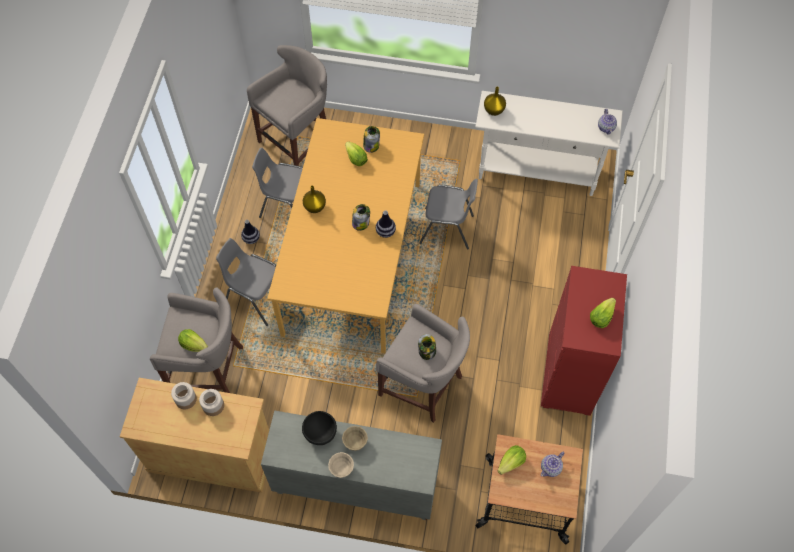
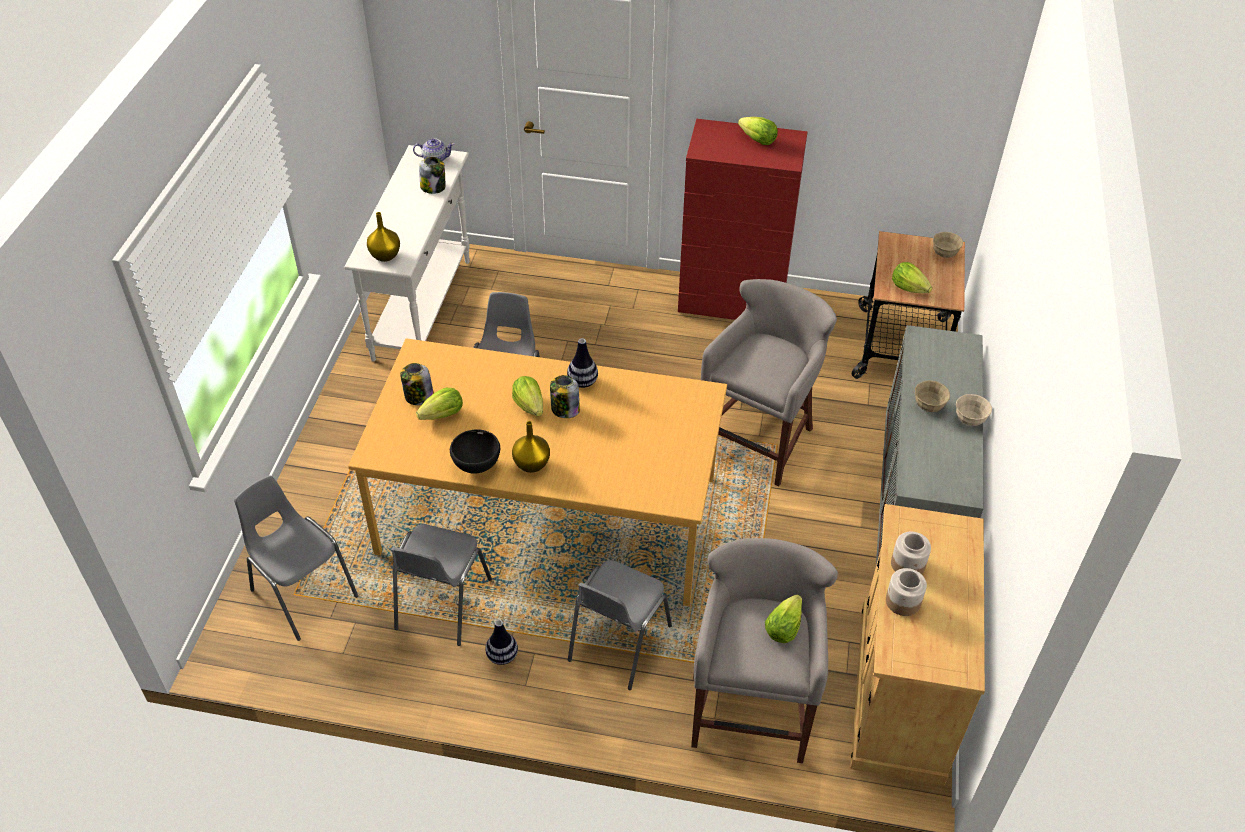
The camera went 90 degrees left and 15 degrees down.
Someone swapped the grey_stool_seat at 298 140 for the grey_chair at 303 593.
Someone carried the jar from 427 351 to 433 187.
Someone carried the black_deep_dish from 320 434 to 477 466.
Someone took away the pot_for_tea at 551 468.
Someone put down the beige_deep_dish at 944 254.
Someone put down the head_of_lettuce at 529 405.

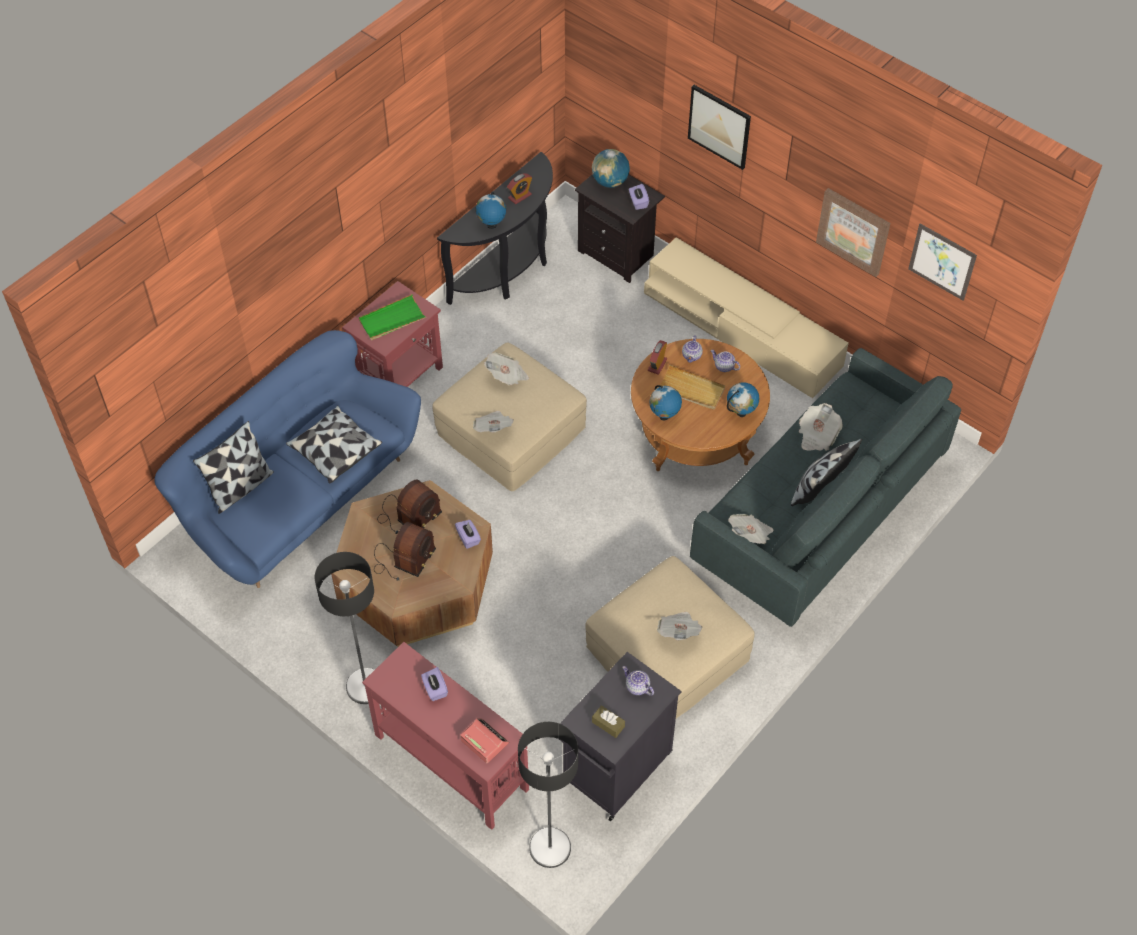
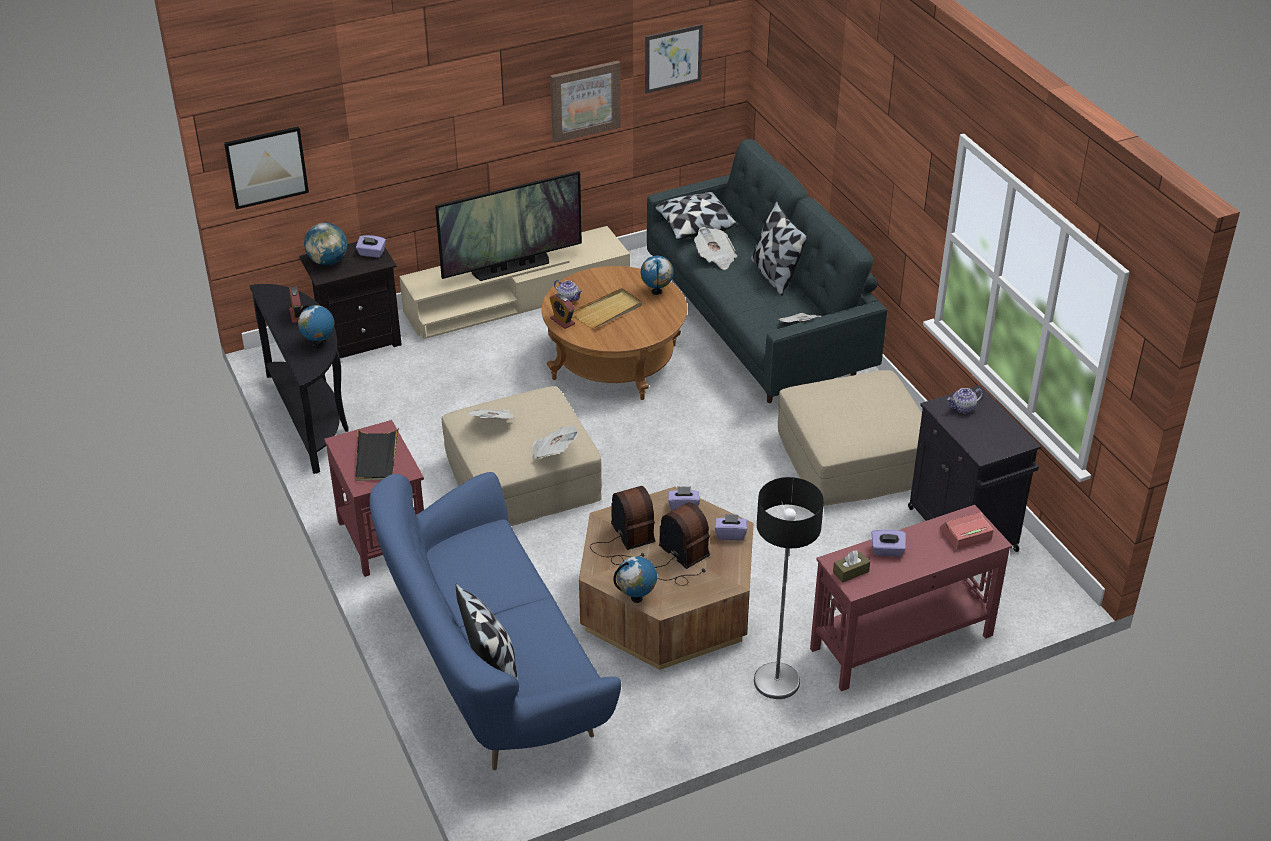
The camera went 65 degrees left and 15 degrees down.
Someone carried the wall_picture from 719 126 to 266 167.
Someone repainted the greenish_tray at 392 320, which became the black_tray at 376 457.
Someone took away the pot_for_tea at 724 366.
Someone carried the world_globe from 664 416 to 636 598.
Someone carried the pillow from 335 451 to 694 227.
Someone took away the printed_paper at 679 632.
Someone carried the brown-coloured_tissue_box from 608 724 to 850 572.
Someone took away the standard_lamp at 549 848.
Someone put down the television at 512 268.
Someone put down the purple_tissue_box at 730 534.

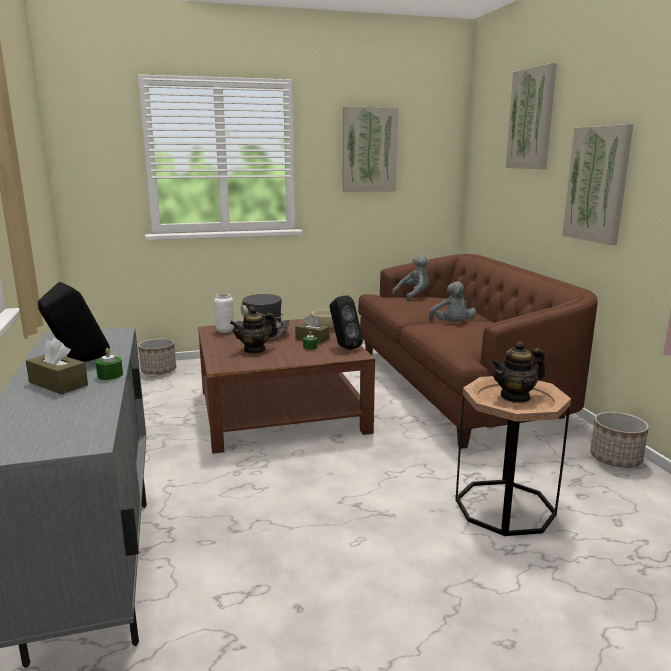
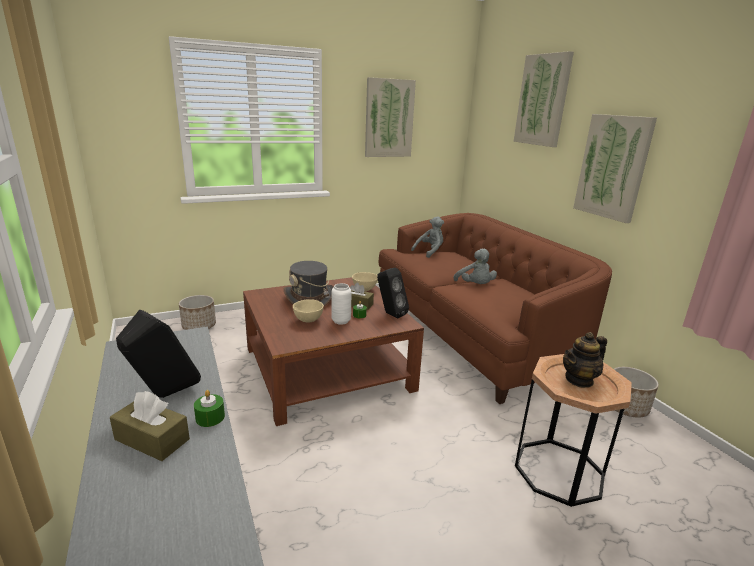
The camera went 10 degrees left and 5 degrees up.
Someone carried the whitish_vase from 225 330 to 341 321.
Someone swapped the pot_for_tea at 255 349 for the beige_deep_dish at 308 320.

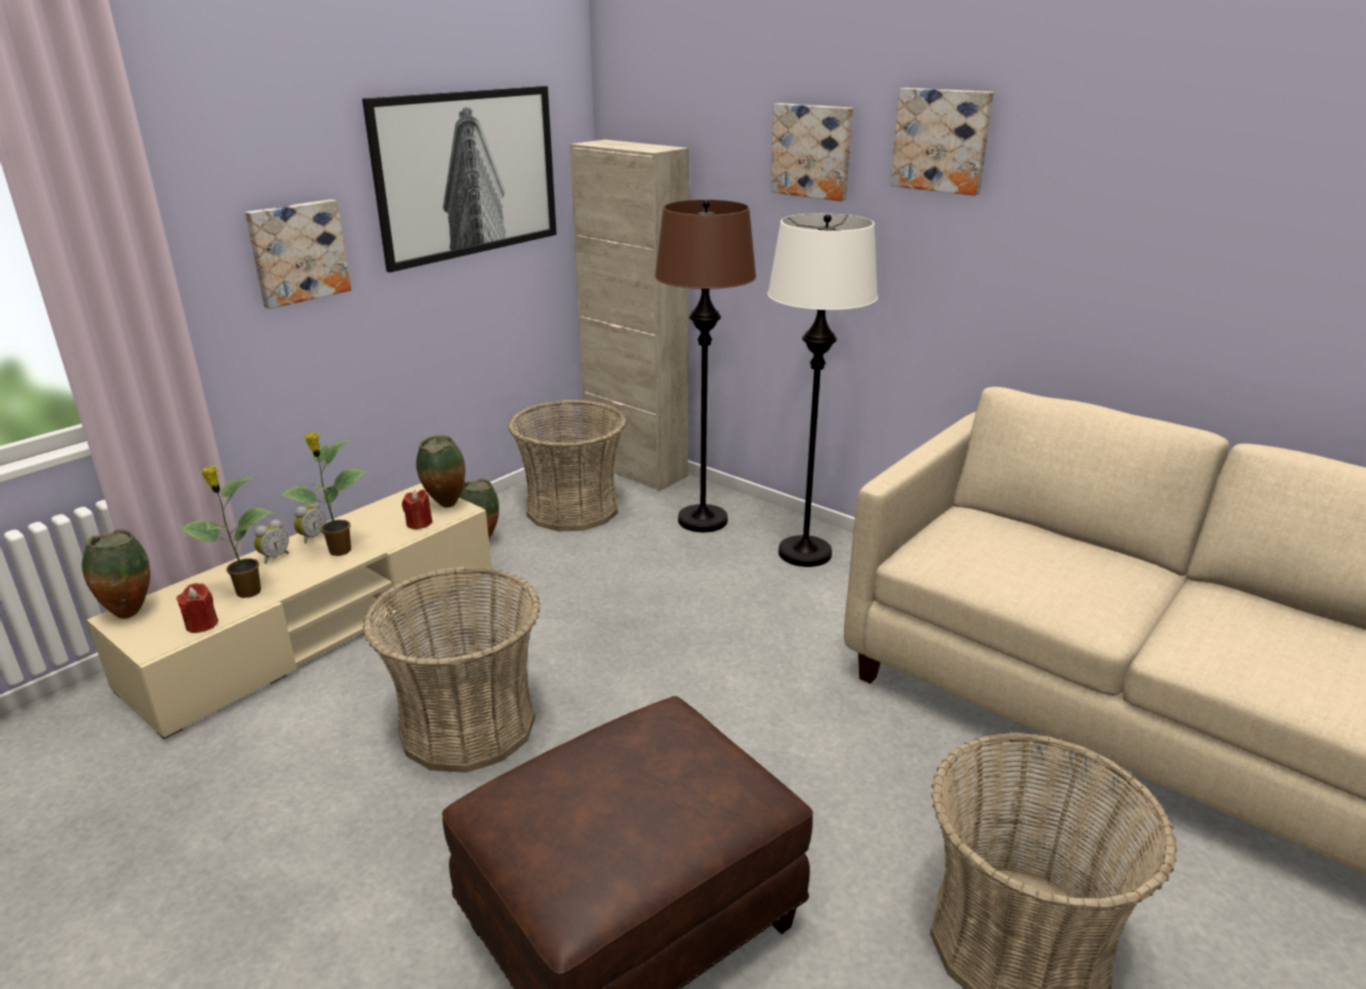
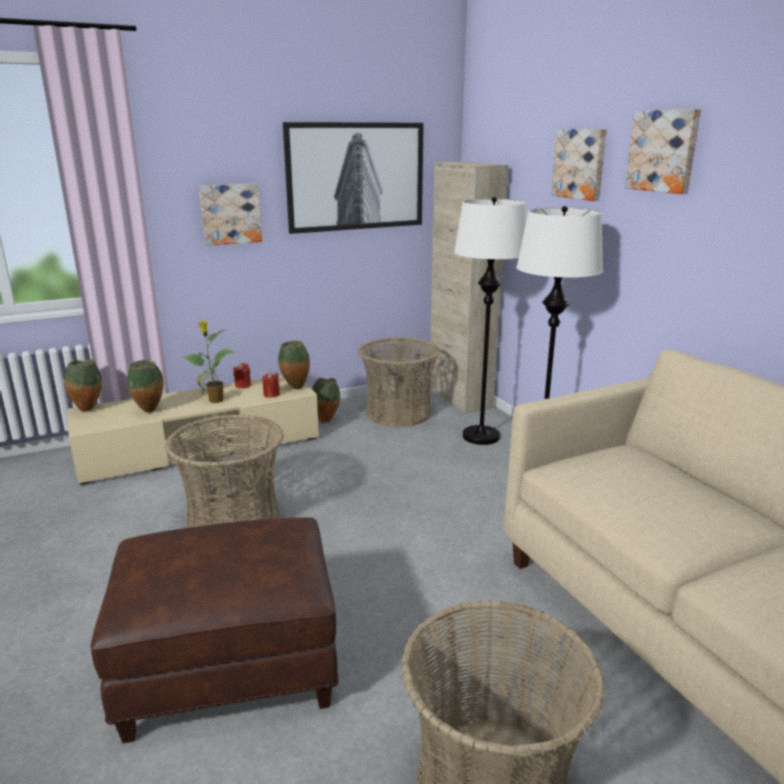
The camera went 25 degrees right and 5 degrees down.
Someone repainted the brown-coloured_standard_lamp at 703 520, which became the whitish_standard_lamp at 481 436.
Someone swapped the potted_plant at 247 592 for the vase at 150 411.
Someone took away the bedside_clock at 274 557.
Someone carried the reddish_wax_candle from 202 624 to 243 385.

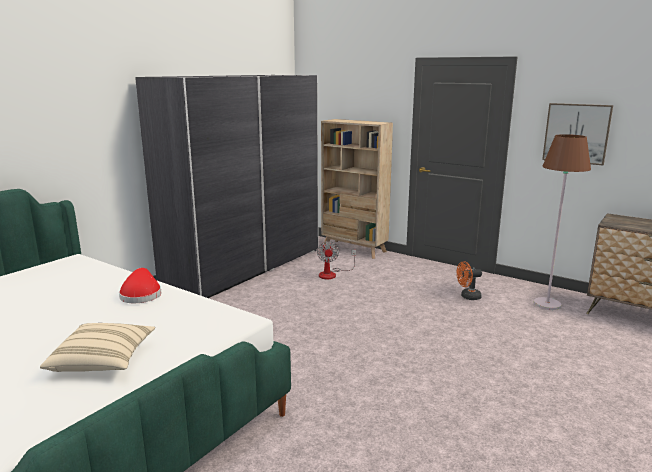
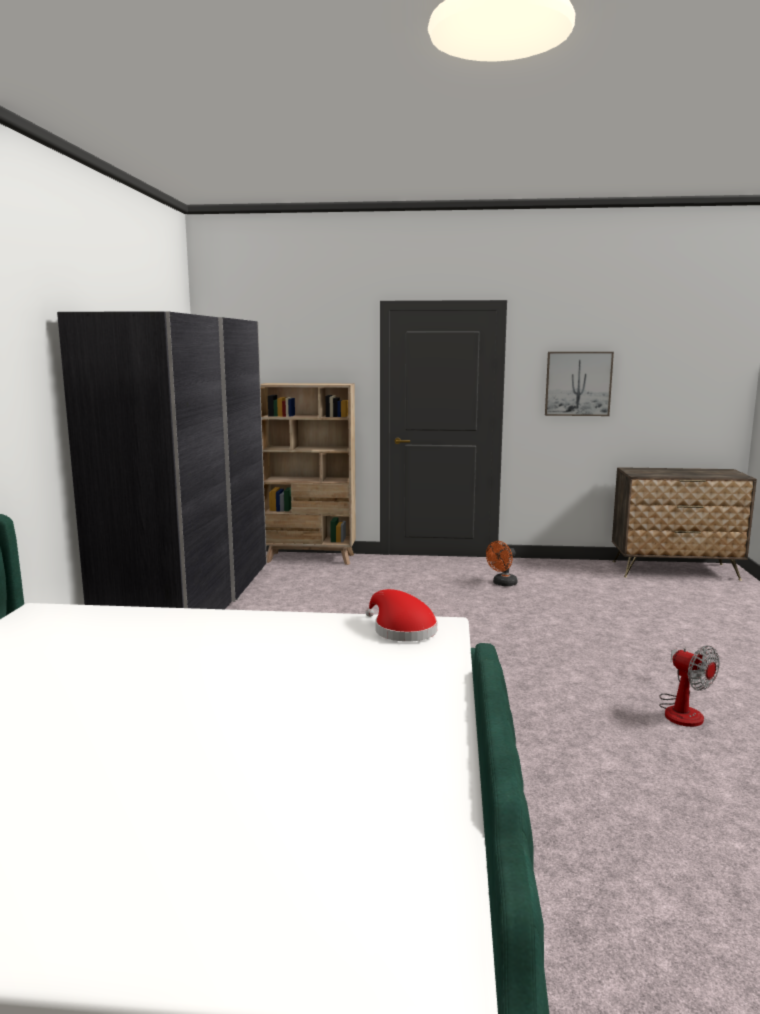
The camera went 30 degrees left and 5 degrees down.
Someone took away the brown-coloured_standard_lamp at 547 304.
Someone carried the electric_fan from 332 274 to 682 710.
Someone carried the reddish_clothing_hat from 141 295 to 401 630.
Someone took away the beige_pillow at 103 361.

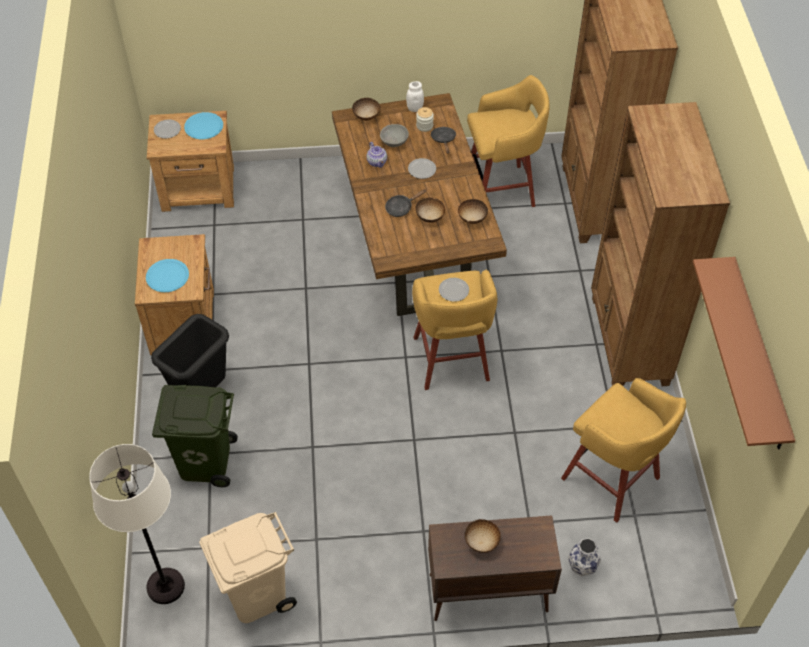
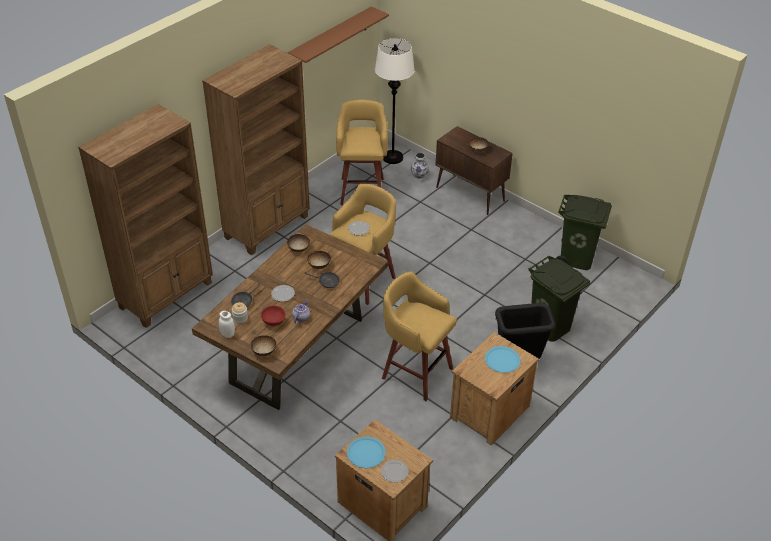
The camera went 135 degrees left and 10 degrees down.
Someone carried the yellow-coloured_stool_seat from 502 190 to 415 372.
Someone repainted the grey_deep_dish at 394 143, which became the reddish_deep_dish at 274 321.
Someone carried the whitish_standard_lamp from 165 587 to 393 157.
Someone repainted the beige_waste_bin at 256 594, which became the greenish_waste_bin at 576 259.

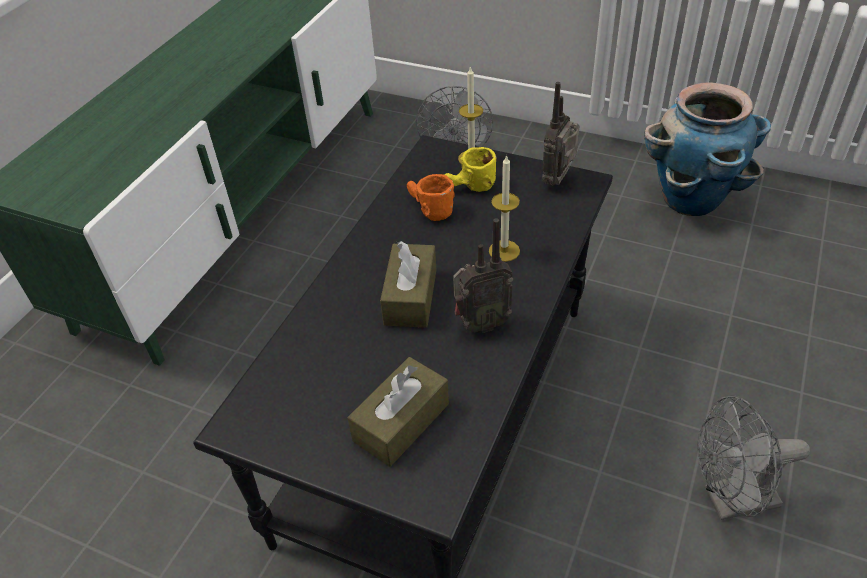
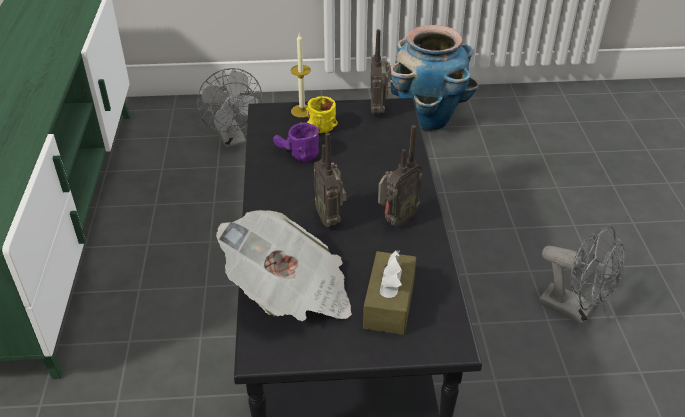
The camera went 30 degrees left and 5 degrees down.
Someone took away the wax_candle at 504 251.
Someone repainted the orange_mug at 428 209, which became the purple_mug at 296 155.
Someone swapped the brown-coloured_tissue_box at 410 297 for the radio_receiver at 330 218.
Someone rotated the grey_electric_fan at 731 501 by 105 degrees counterclockwise.
Someone put down the printed_paper at 290 292.

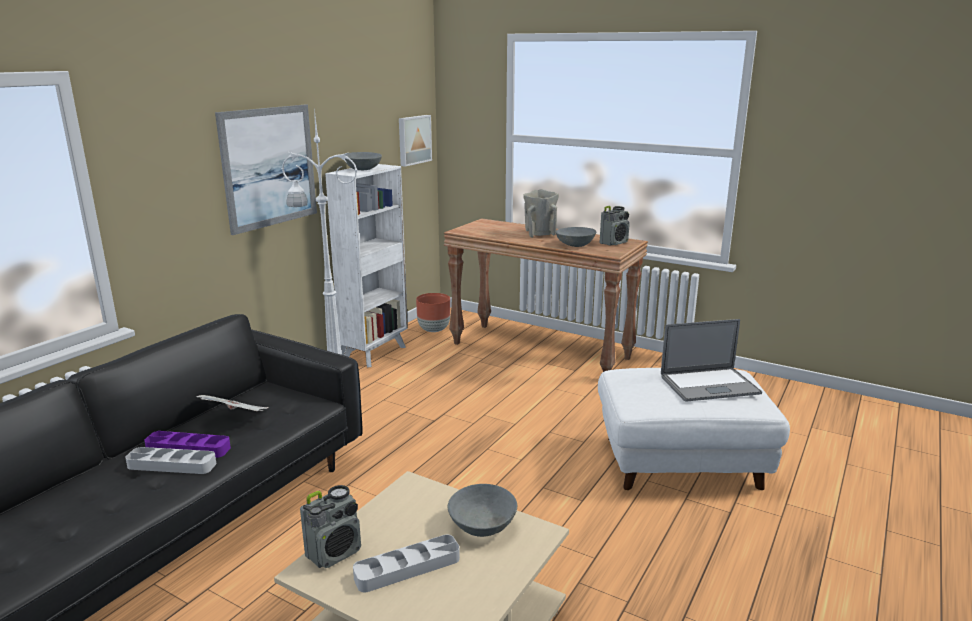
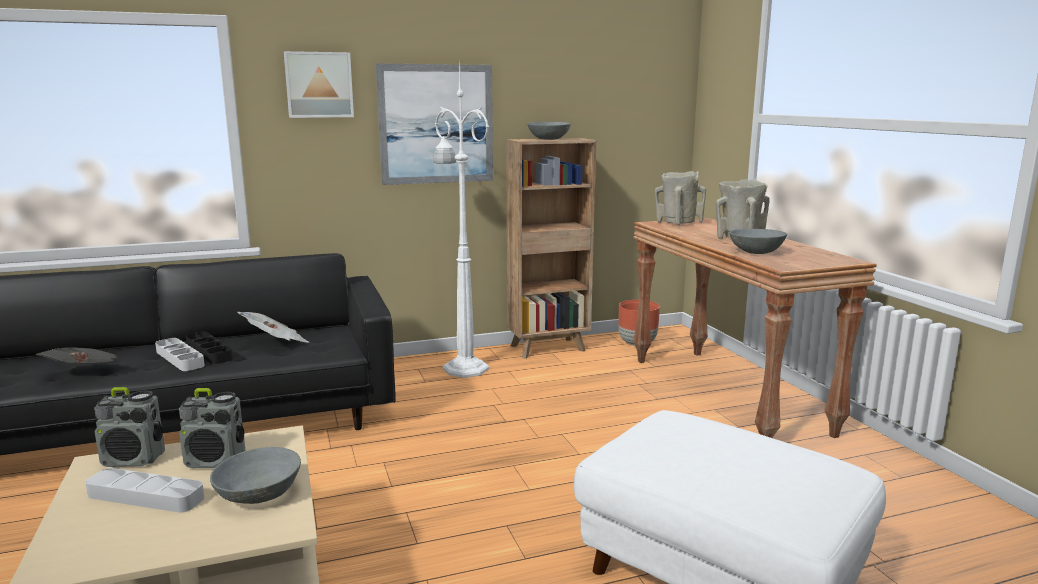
The camera went 40 degrees right and 5 degrees down.
Someone carried the wall_picture from 413 140 to 319 85.
Someone repainted the whitish_bookcase at 375 352, which became the brown-coloured_bookcase at 549 348.
Someone carried the radio_receiver from 614 243 to 216 461.
Someone took away the laptop at 709 385.
Someone repainted the purple_tray at 188 448, which became the black_tray at 209 352.
Someone put down the beige_vase at 677 223.
Someone put down the printed_paper at 84 374.

